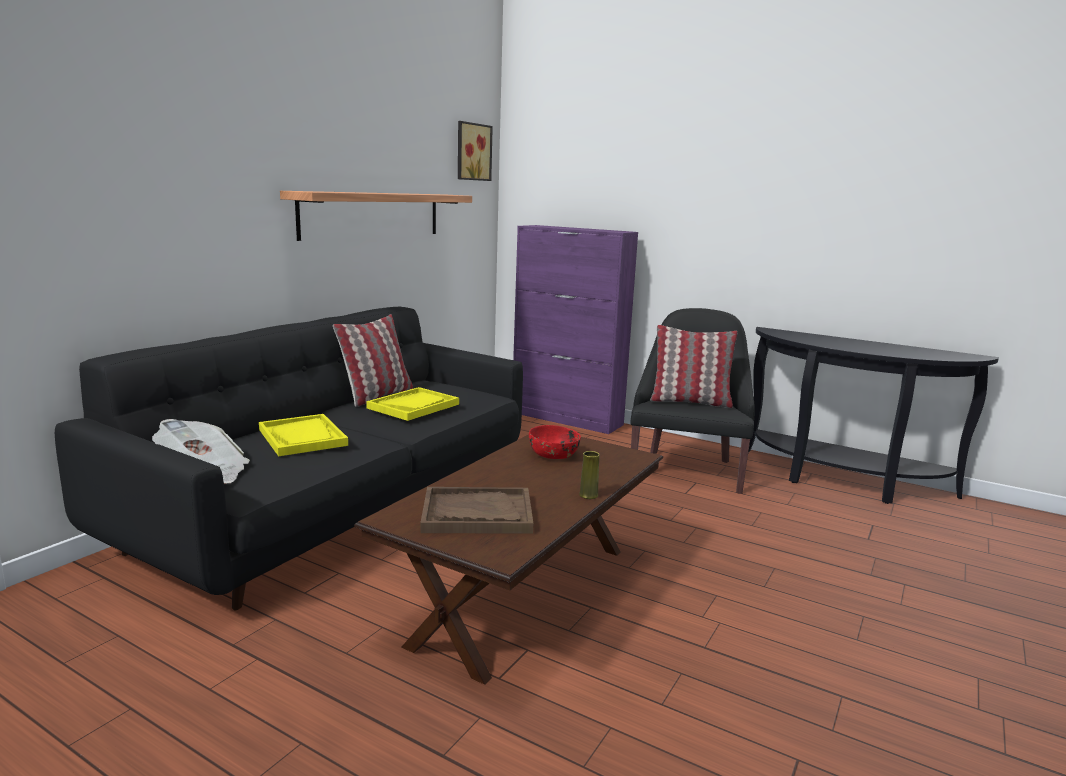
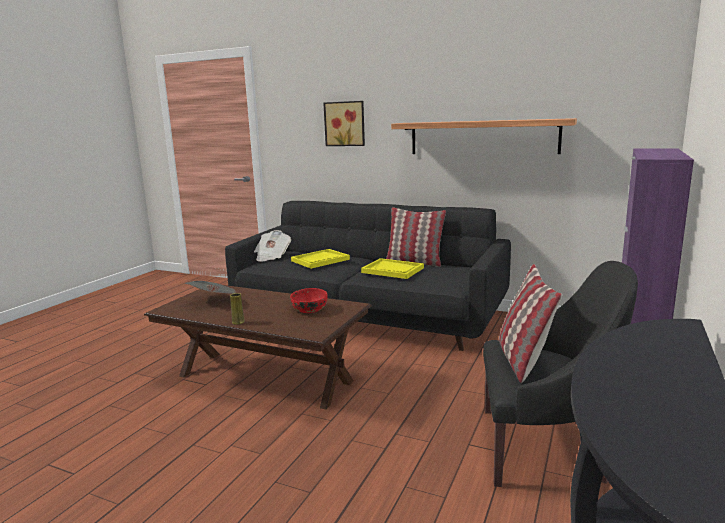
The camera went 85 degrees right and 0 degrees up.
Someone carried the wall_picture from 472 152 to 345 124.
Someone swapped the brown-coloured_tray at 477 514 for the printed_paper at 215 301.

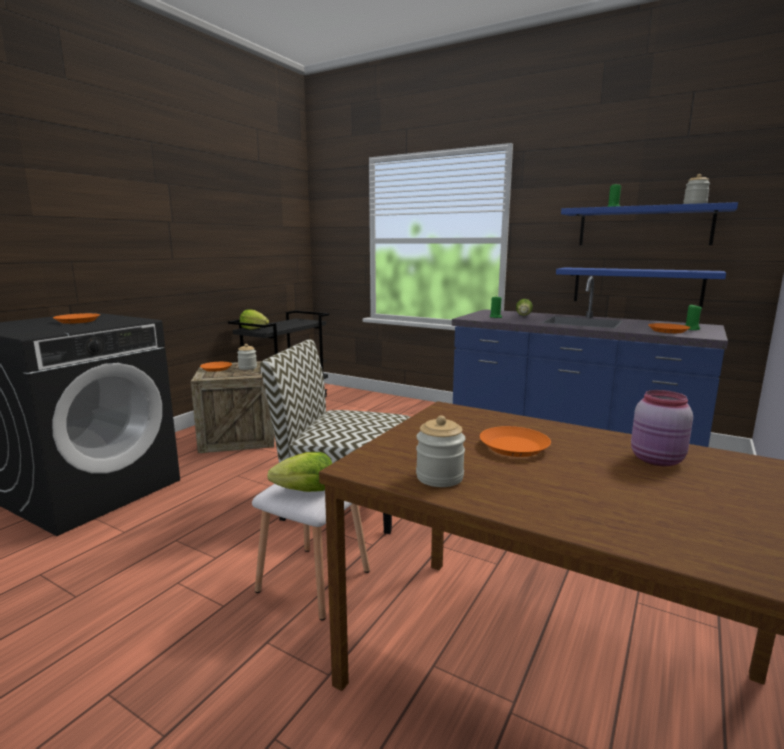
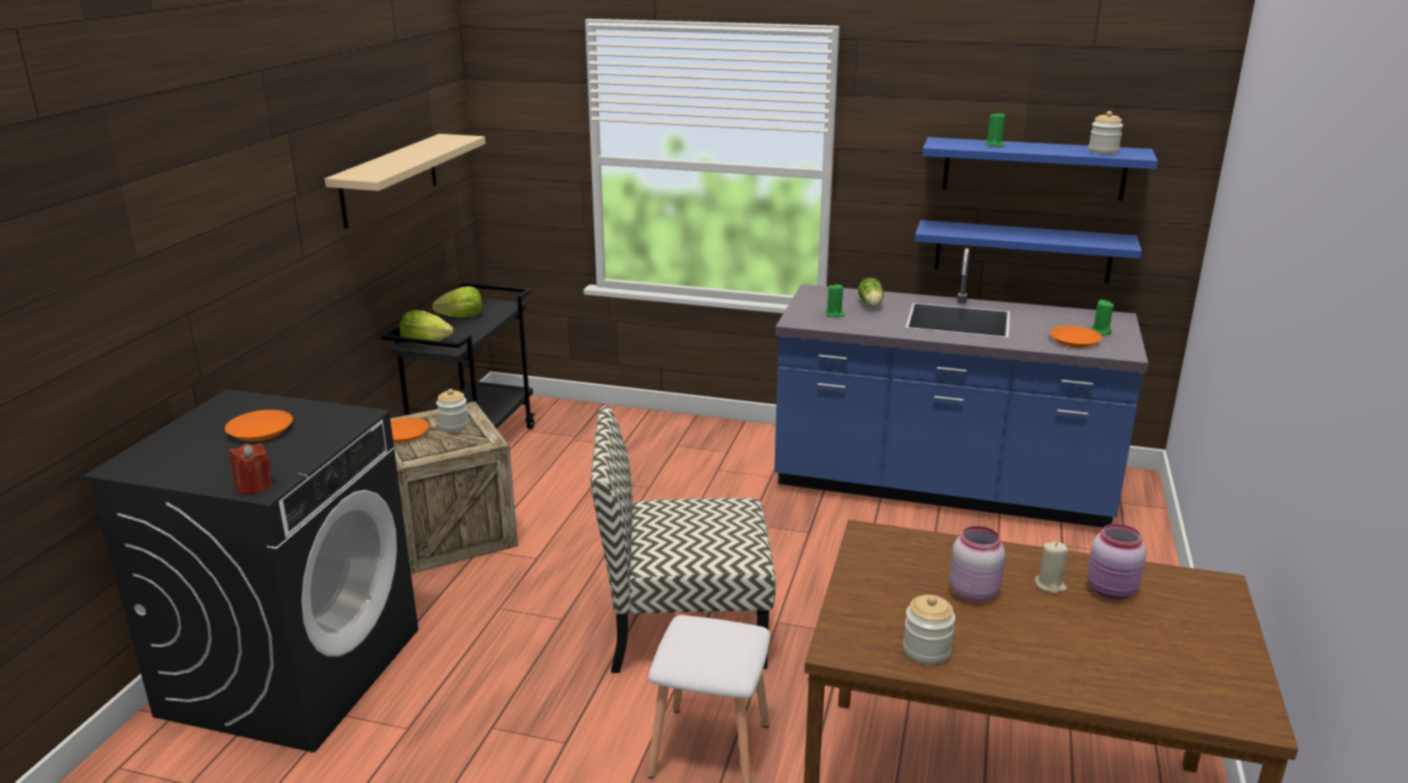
The camera went 15 degrees left and 10 degrees up.
Someone swapped the orange_flat_dish at 514 446 for the pink_jar at 973 592.
Someone carried the head_of_lettuce from 305 490 to 461 317.
Someone put up the beige_bracket_shelf at 389 179.
Someone put down the reddish_wax_candle at 254 486.
Someone put down the beige_wax_candle at 1050 585.

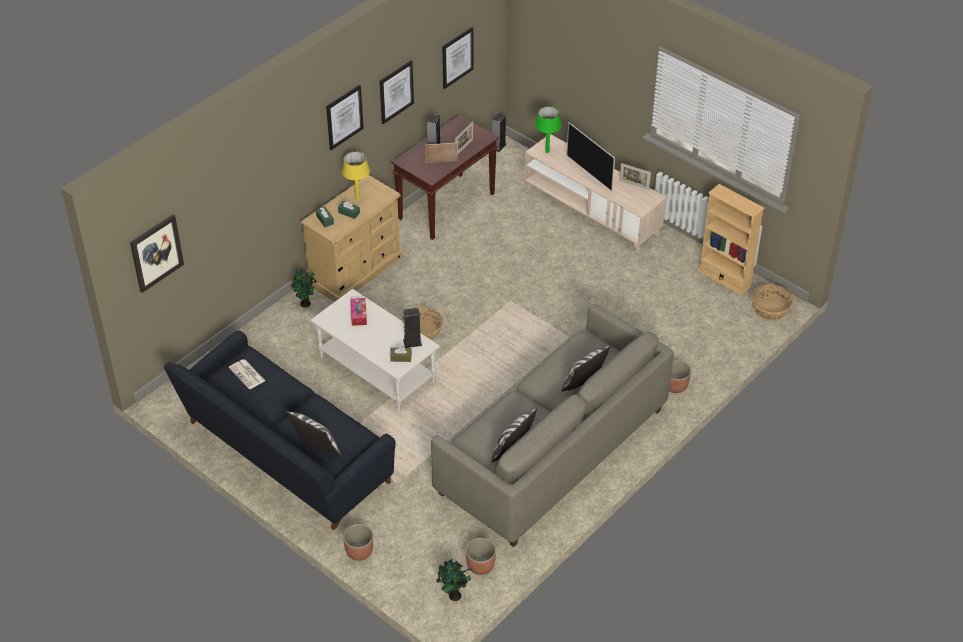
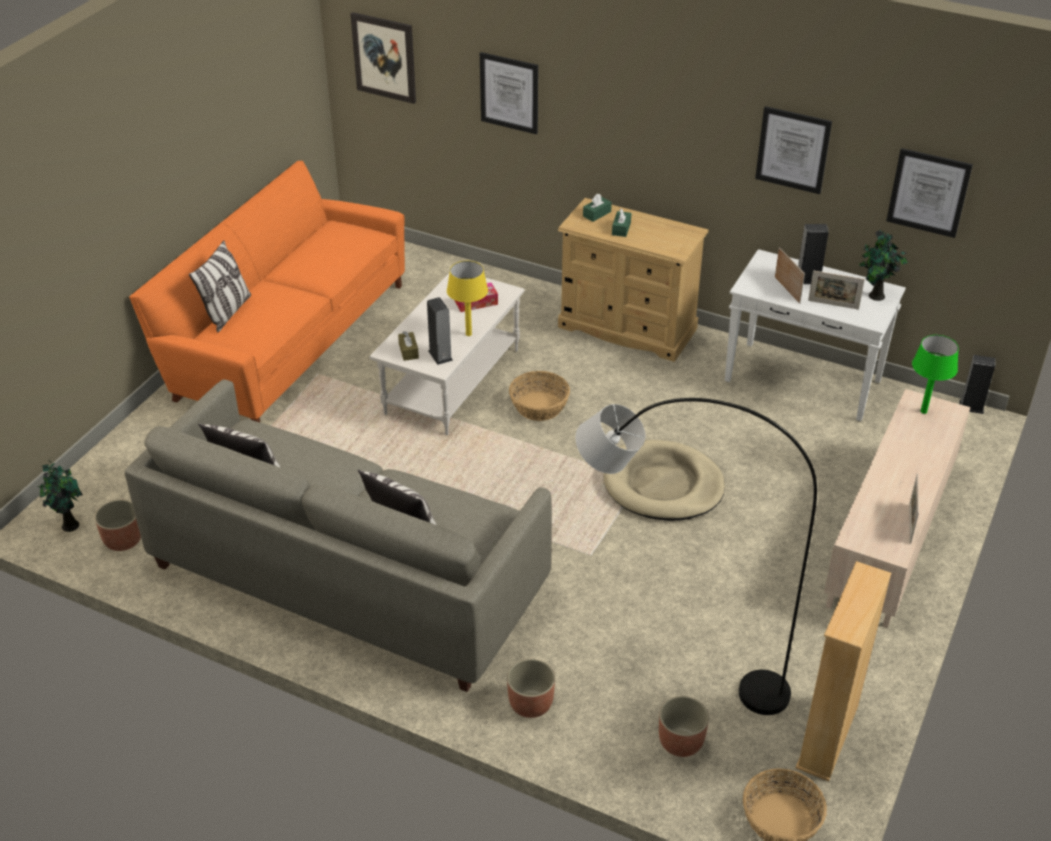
The camera went 75 degrees right and 5 degrees down.
Someone carried the wall_picture from 344 117 to 509 92.
Someone repainted the brown-coloured_hall_table at 447 206, which became the whitish_hall_table at 804 381.
Someone took away the television at 591 176.
Someone carried the yellow-coloured_lamp_for_a_table from 357 198 to 469 334.
Someone carried the potted_plant from 305 304 to 875 296.
Someone repainted the black_couch at 284 455, which became the orange_couch at 286 338.
Someone took away the printed_paper at 247 374.
Someone carried the plant_pot from 359 551 to 680 741.
Someone put down the grey_standard_lamp at 671 666.
Someone put down the beige_pet_bed at 662 485.

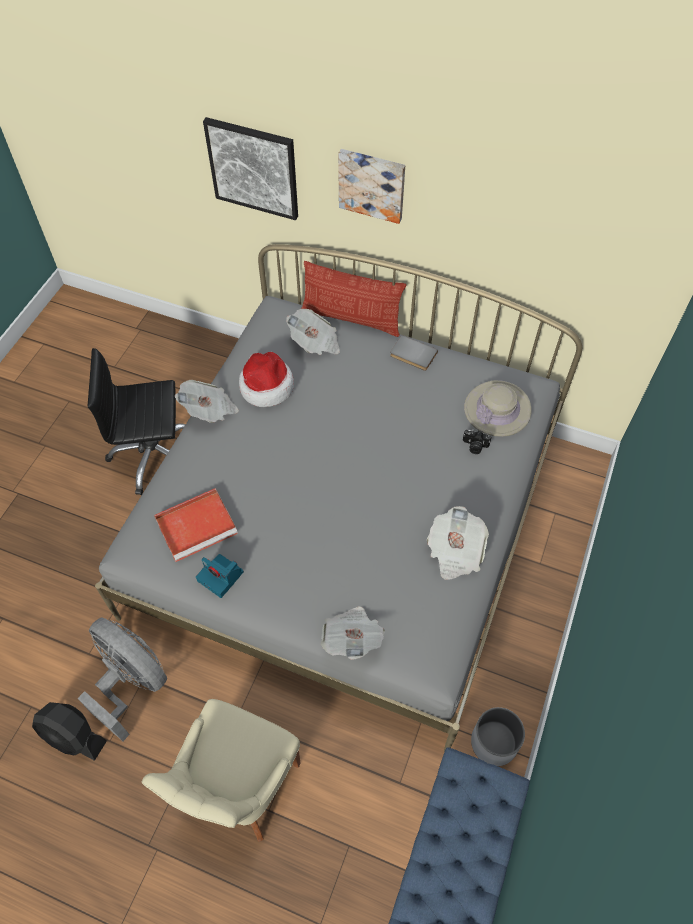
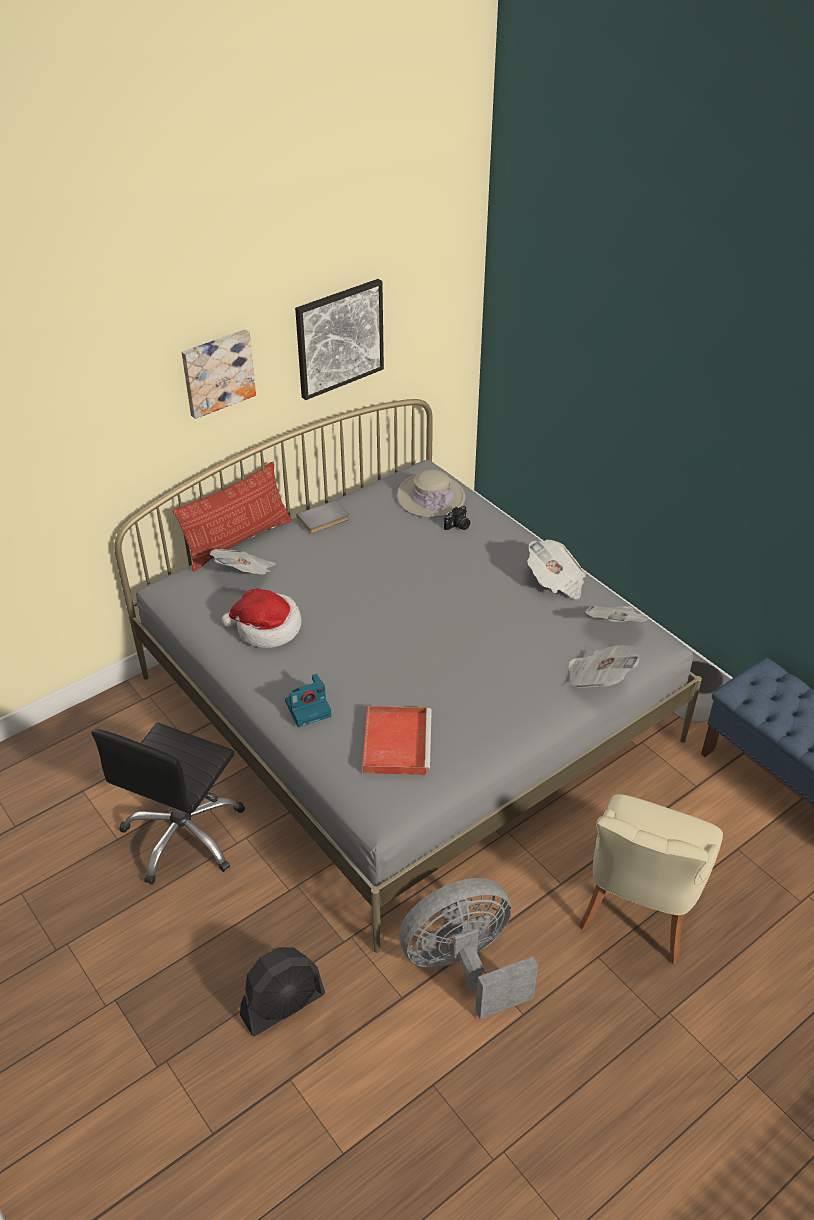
The camera went 60 degrees left and 15 degrees down.
Someone carried the wall_picture from 253 168 to 339 338.
Someone carried the printed_paper from 209 410 to 615 626.
Someone carried the still_camera from 221 576 to 308 708.
Someone rotated the beige_chair at 239 787 by 60 degrees clockwise.
Someone carried the black_electric_fan from 74 736 to 283 1005.

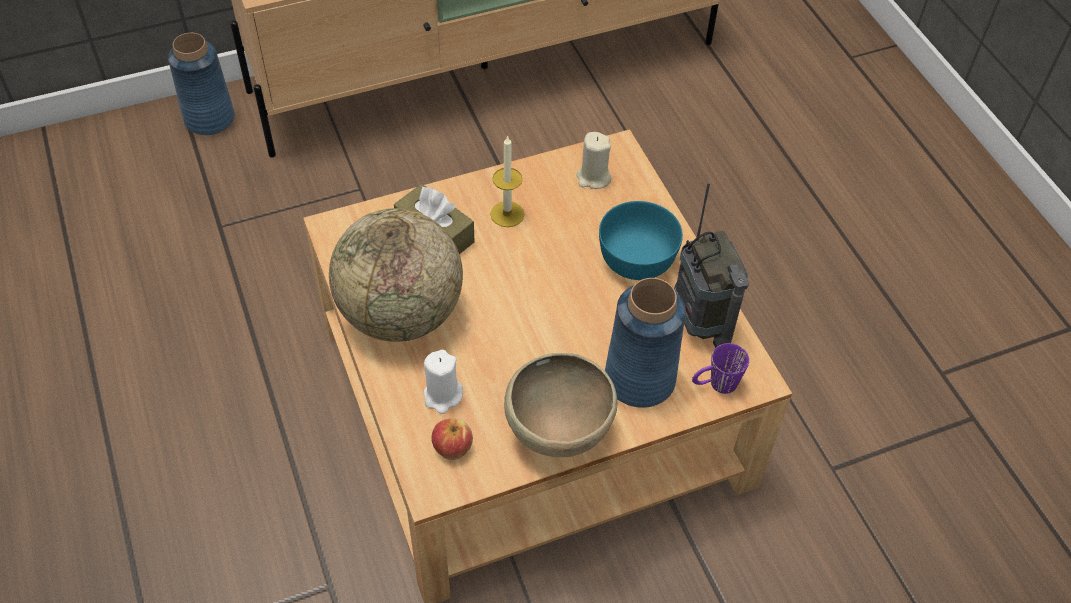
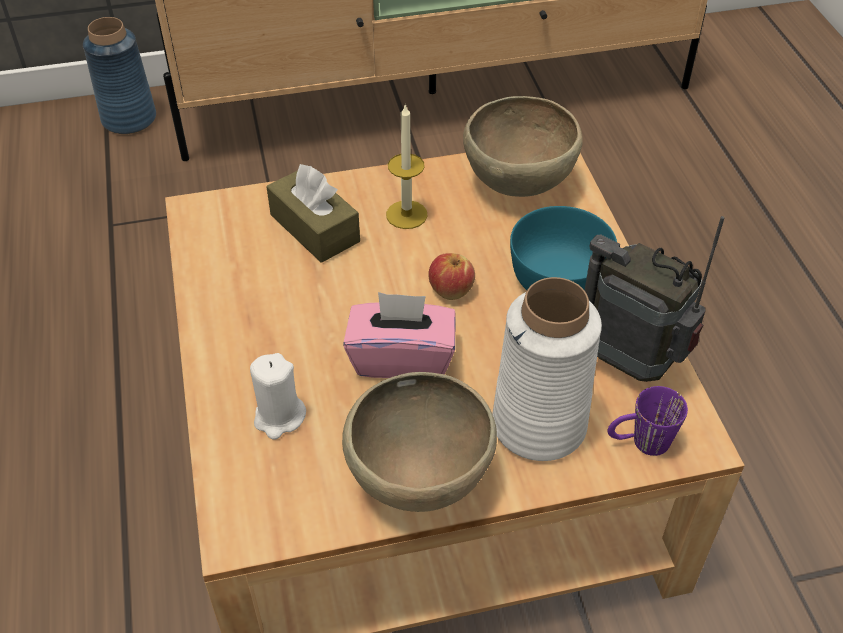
The camera went 10 degrees right and 5 degrees down.
Someone swapped the beige_wax_candle at 593 178 for the brown-coloured_deep_dish at 519 184.
Someone rotated the radio_receiver at 701 323 by 135 degrees clockwise.
Someone took away the world_globe at 401 314.
Someone repainted the blue-coloured_vase at 640 379, which became the whitish_vase at 540 424.
Someone carried the whole_apple from 452 447 to 451 289.
Someone put down the pink_tissue_box at 401 358.

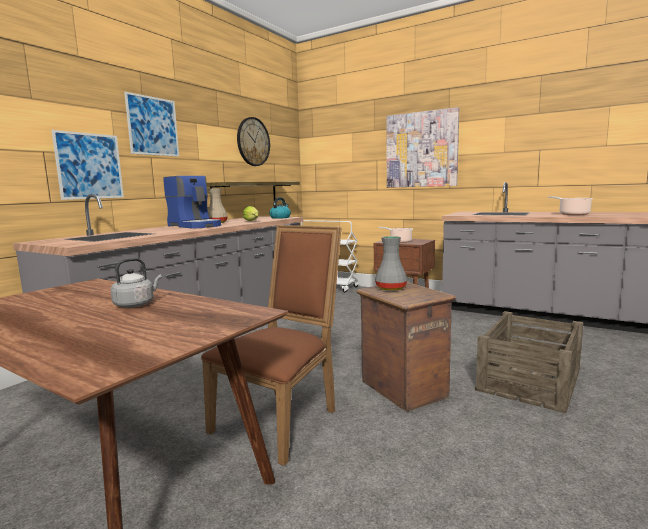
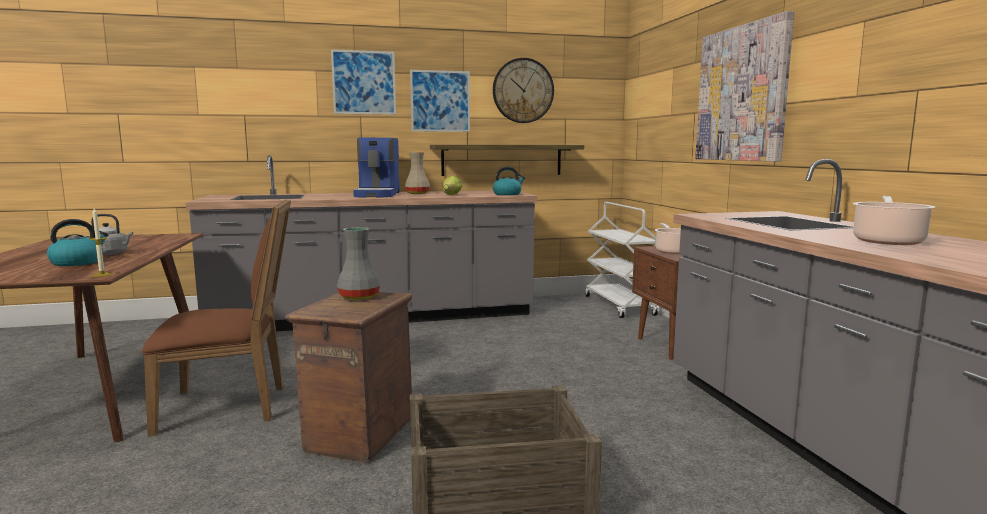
The camera went 45 degrees right and 0 degrees up.
Someone carried the wall_picture from 89 166 to 440 101.
Someone put down the wax_candle at 102 274.
Someone put down the tea_kettle at 78 262.

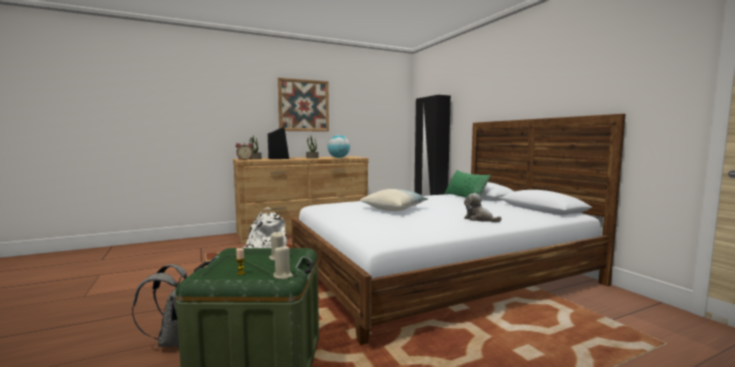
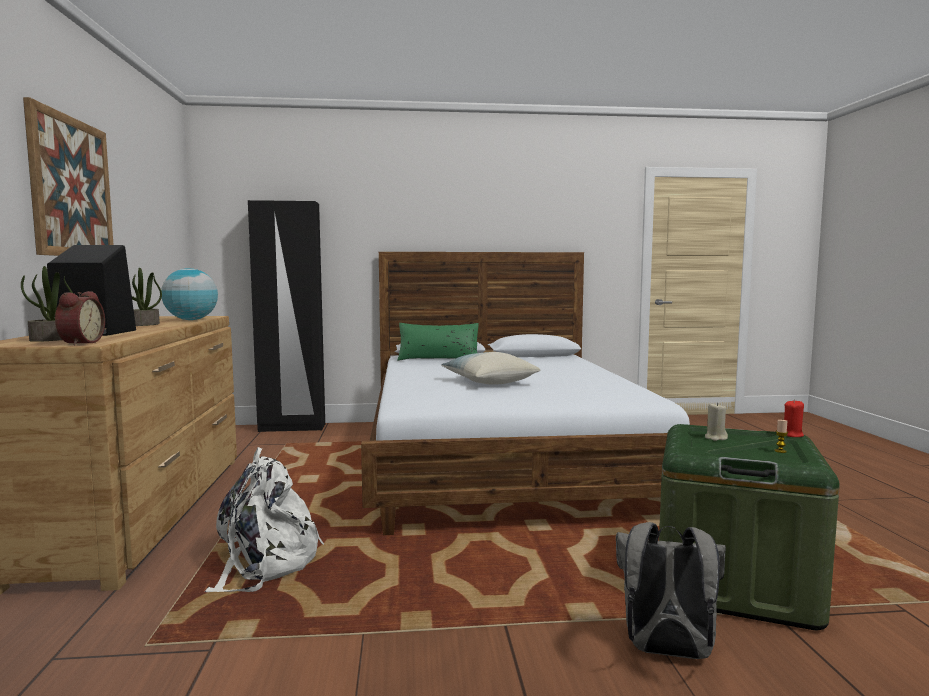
The camera went 70 degrees left and 0 degrees up.
Someone took away the soft_toy at 479 219.
Someone repainted the beige_wax_candle at 283 276, which became the reddish_wax_candle at 792 435.

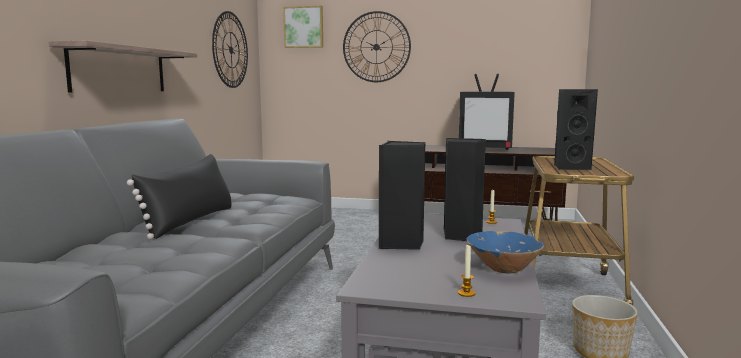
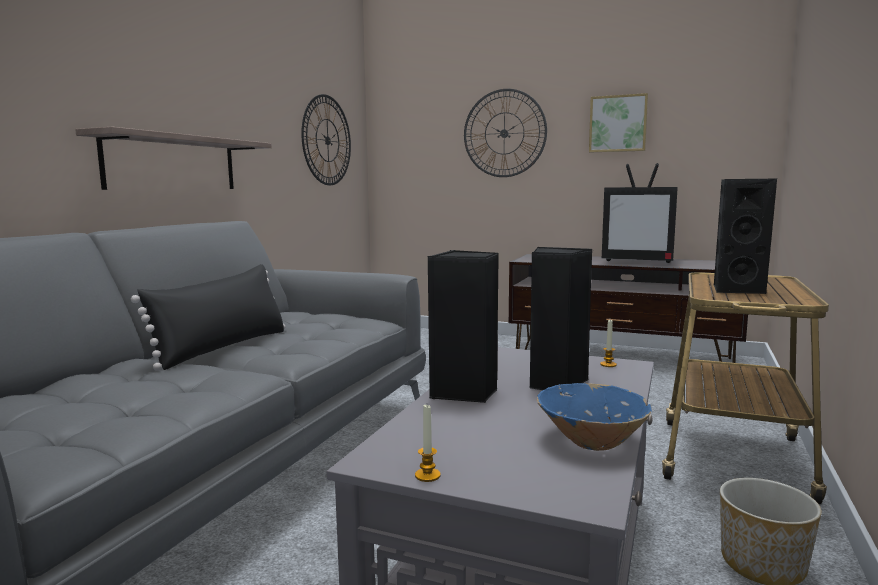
The camera went 10 degrees right and 0 degrees up.
Someone carried the wall_picture from 304 27 to 618 124.
Someone carried the wax_candle from 466 293 to 427 475.

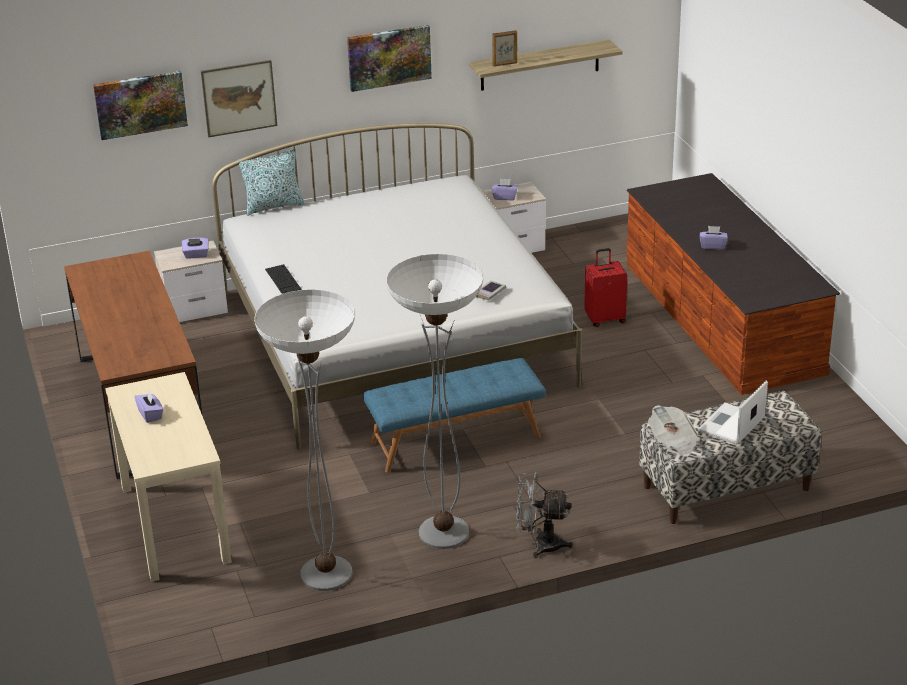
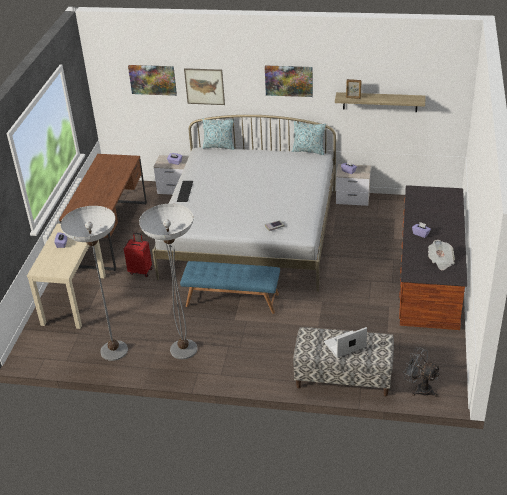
The camera went 30 degrees right and 5 degrees up.
Someone carried the reddish_suitcase from 605 319 to 141 271.
Someone carried the printed_paper from 673 442 to 440 261.
Someone carried the grey_electric_fan from 540 544 to 420 388.
Someone put down the pillow at 308 151.

